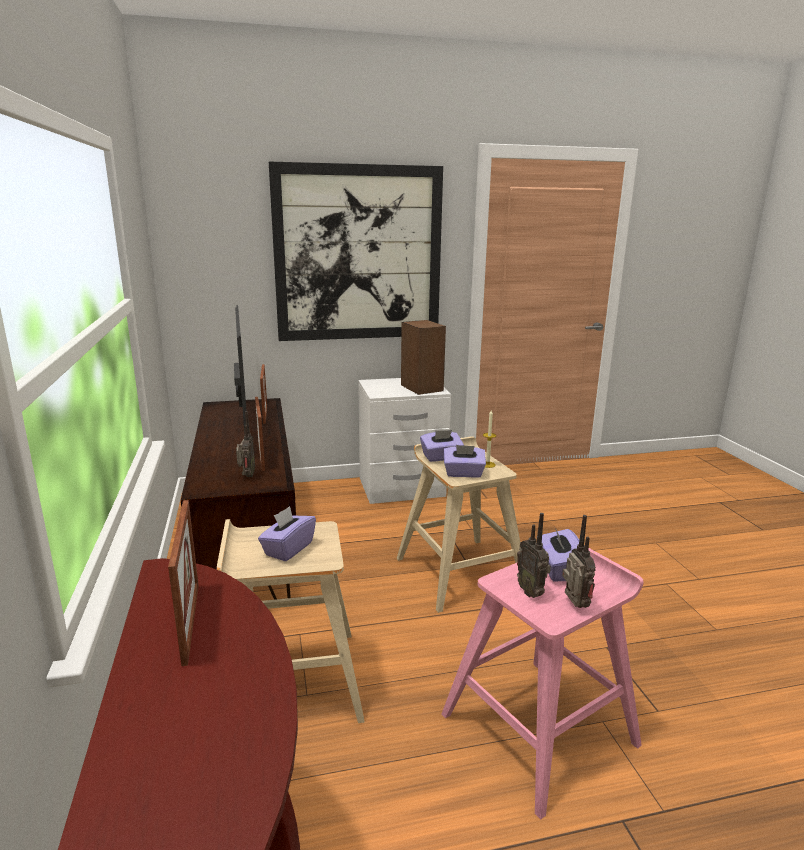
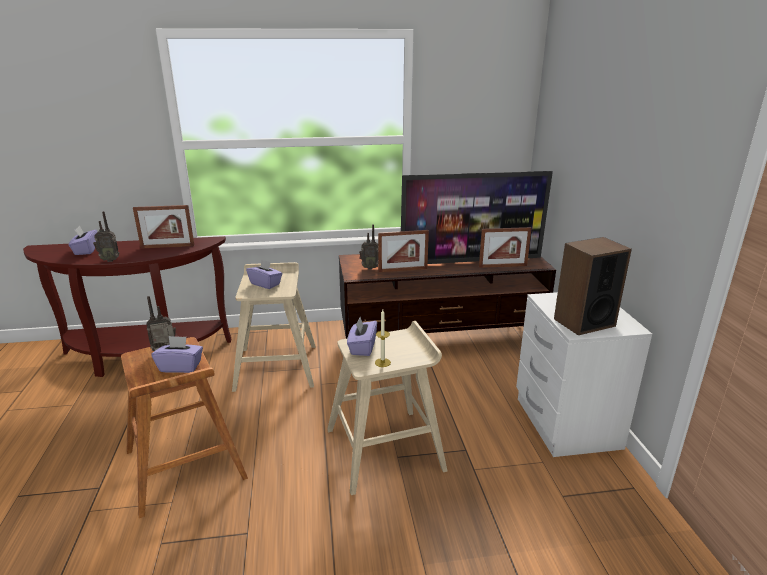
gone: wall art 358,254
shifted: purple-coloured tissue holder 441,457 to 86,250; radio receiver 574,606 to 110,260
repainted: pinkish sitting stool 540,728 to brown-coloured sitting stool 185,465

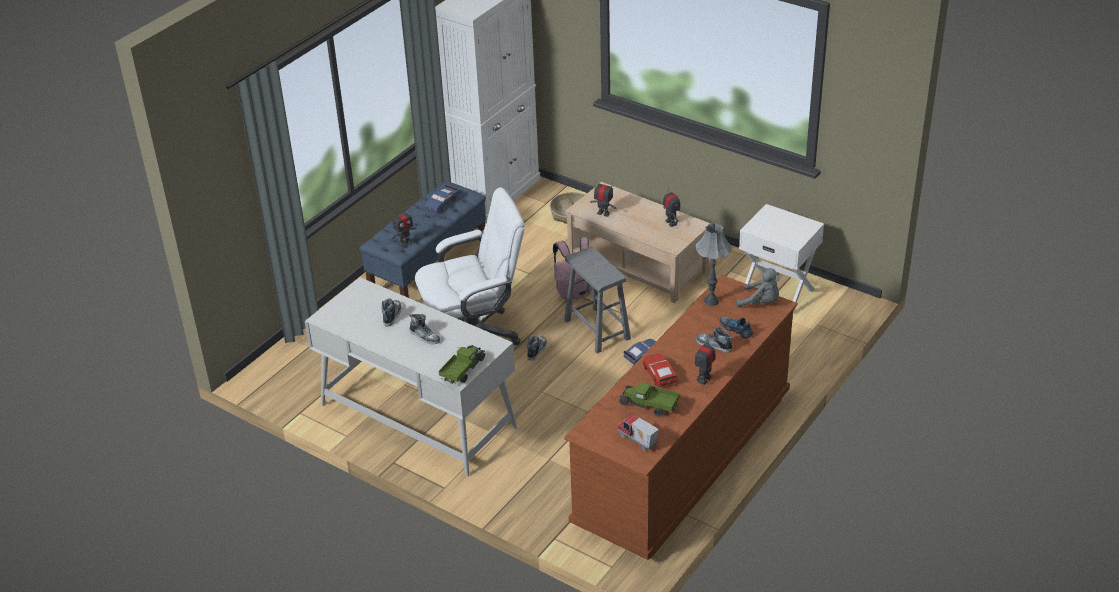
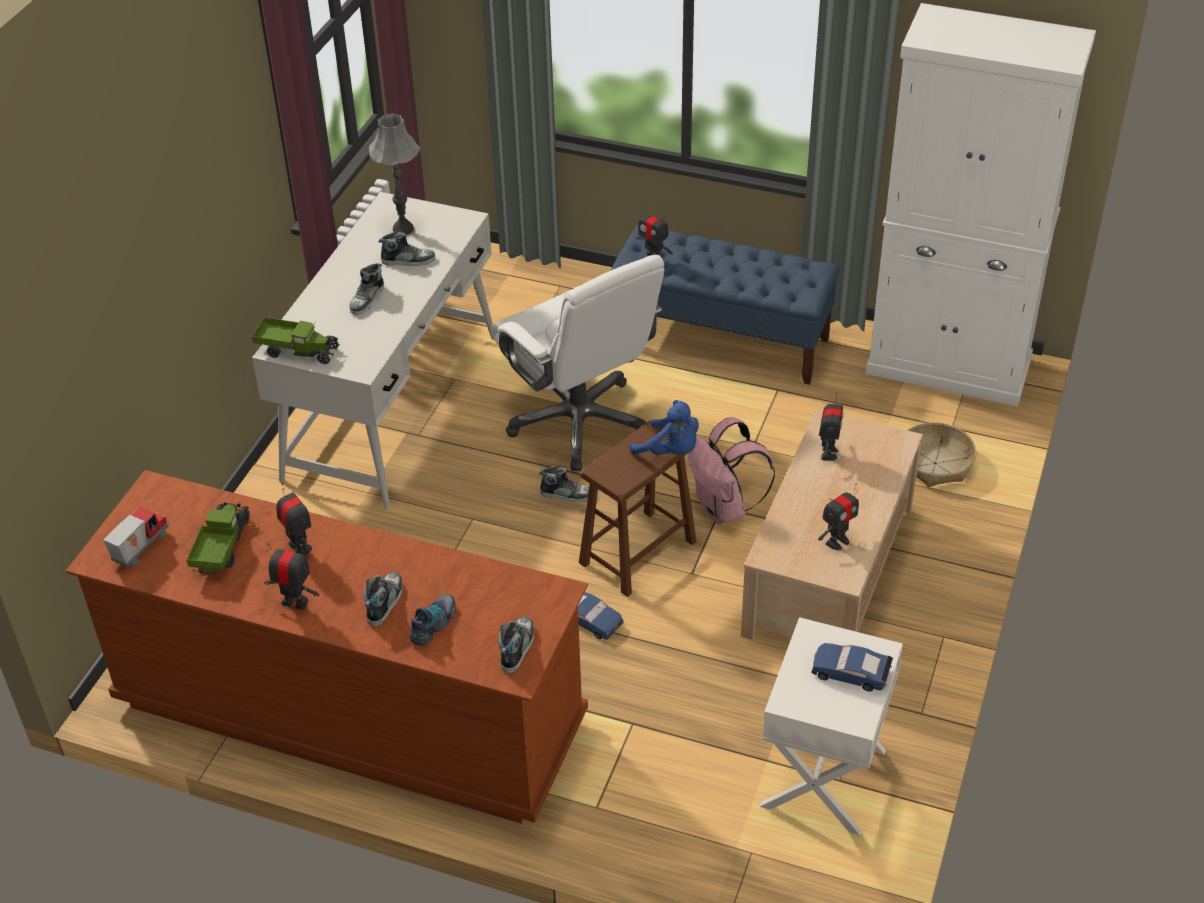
new: blue plush toy 670,451
shifted: blue miniature car 441,203 to 851,672; gray lamp for a table 711,301 to 403,229
swapped: reddish miniature car 659,374 to toy robot 299,548; gray plush toy 761,302 to shoe 517,647
repainted: gray sitting stool 597,329 to brown-coloured sitting stool 638,552

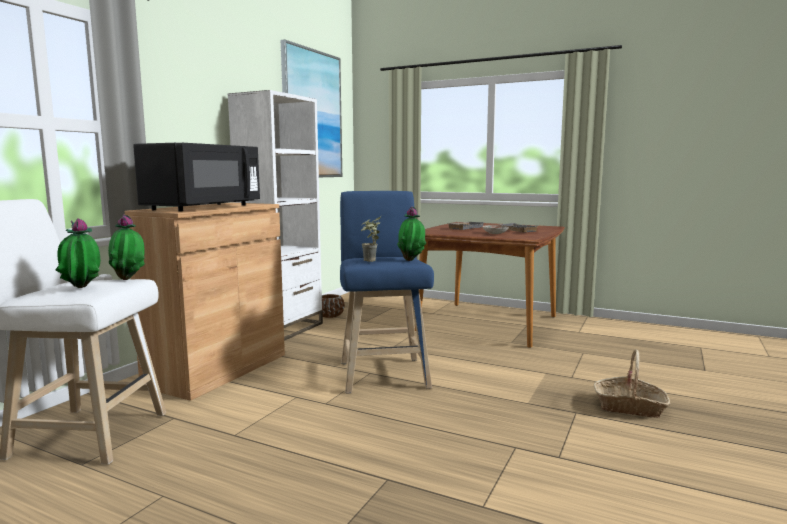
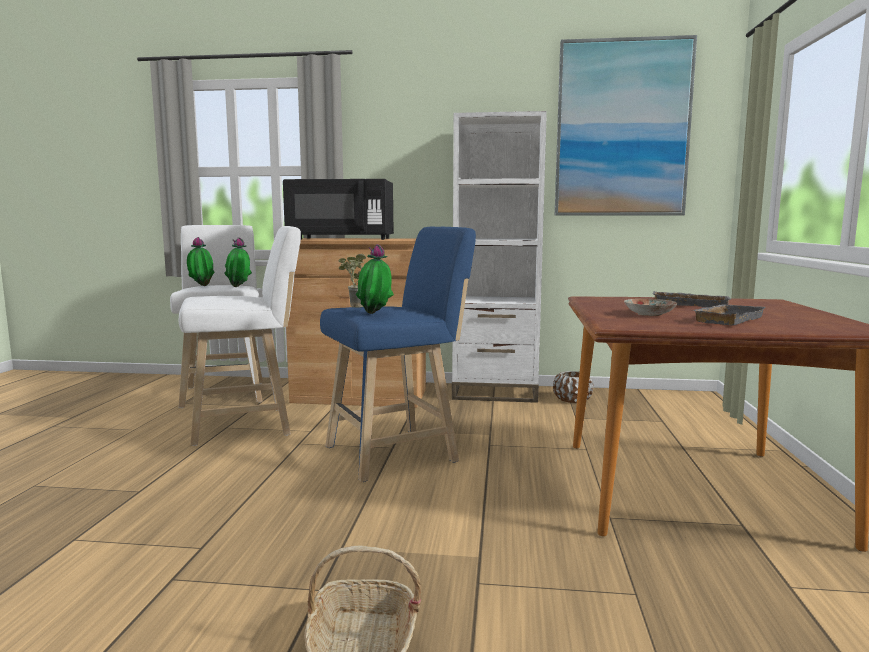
new: white-coloured sitting stool 248,425

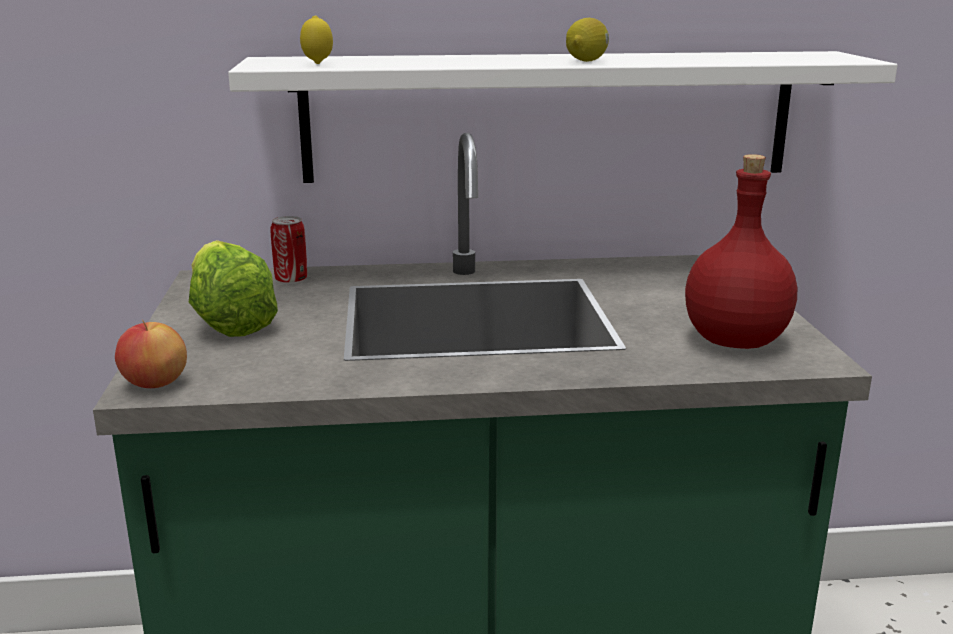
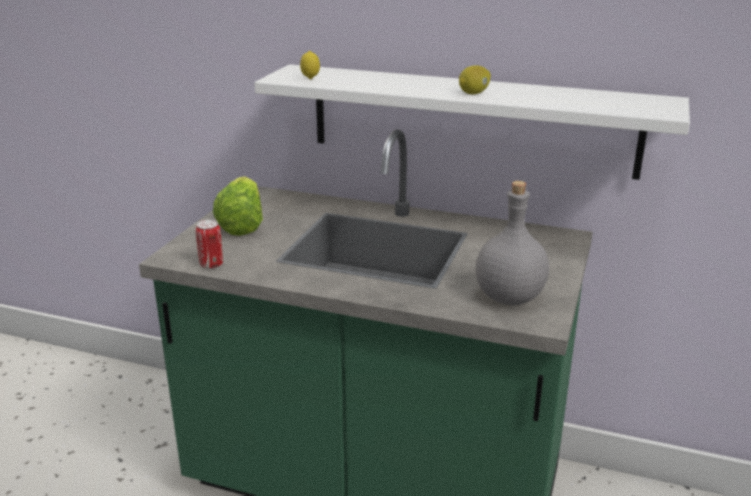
gone: apple 154,384
shifted: metal can 291,280 to 211,265
repainted: reddish drink bottle 733,340 to gray drink bottle 508,297

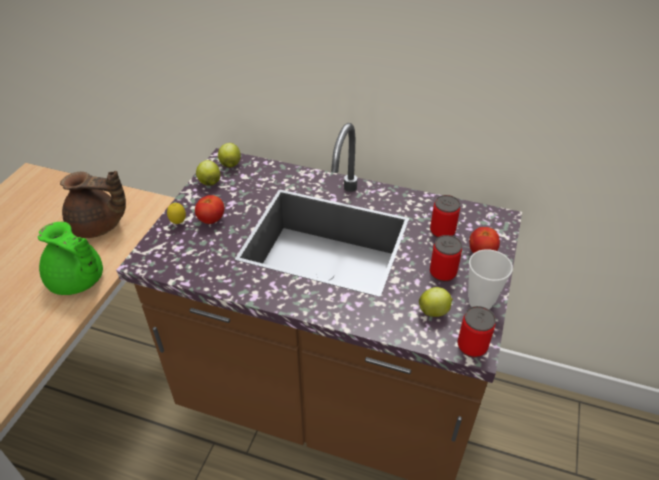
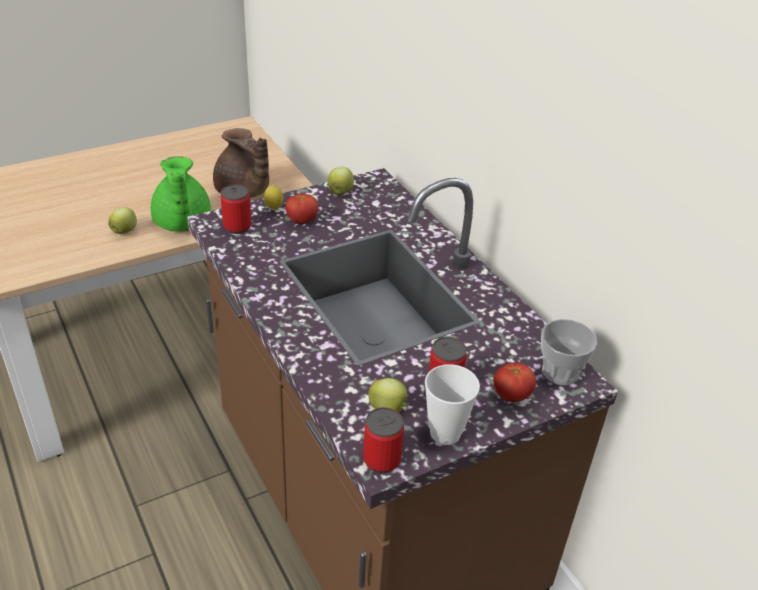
new: cup 560,372
shifted: apple 230,164 to 125,231; metal can 442,231 to 237,227

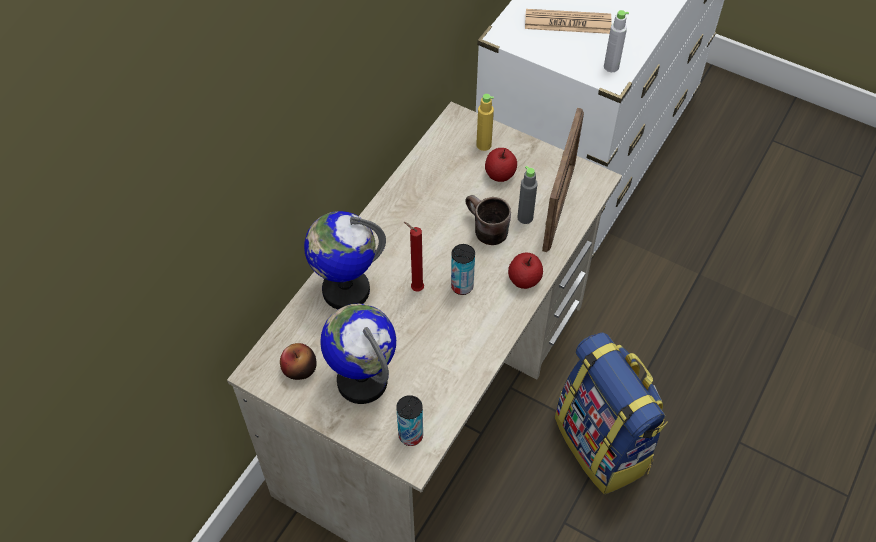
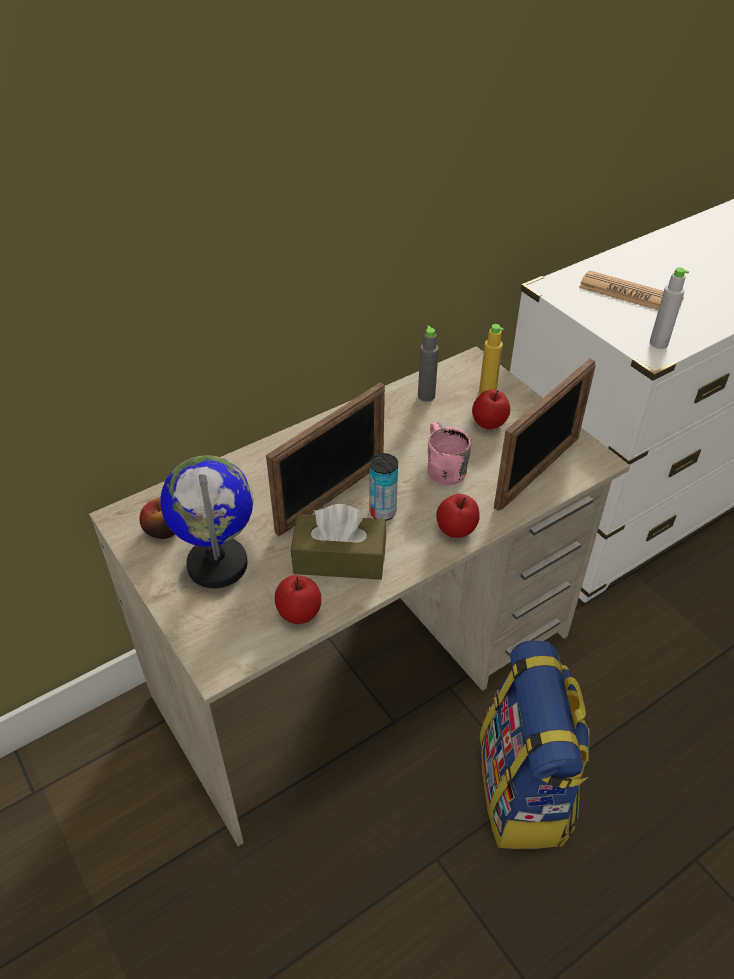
gone: world globe 345,290; metal can 410,435
new: apple 299,612; brown-coloured tissue holder 339,559
shifted: gray drink bottle 525,217 to 426,396
swapped: reddish wax candle 415,288 to photo frame 331,497
repainted: brown-coloured mug 483,230 to pinkish mug 440,467

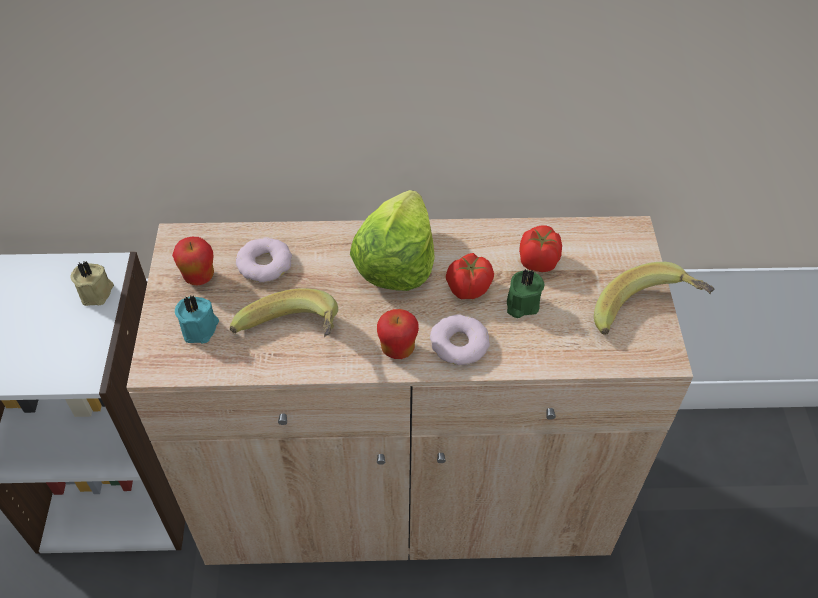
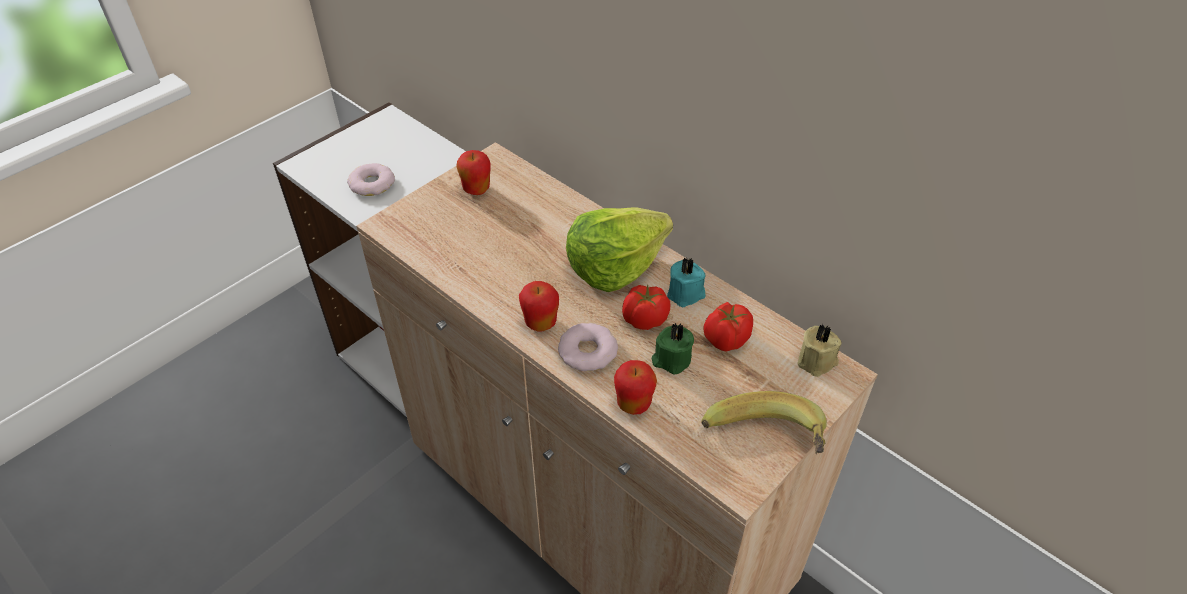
gone: whole banana 291,338
new: apple 634,404
shifted: beige wax candle 97,292 to 817,361; turquoise wax candle 200,328 to 686,294; ring doughnut 265,264 to 372,184

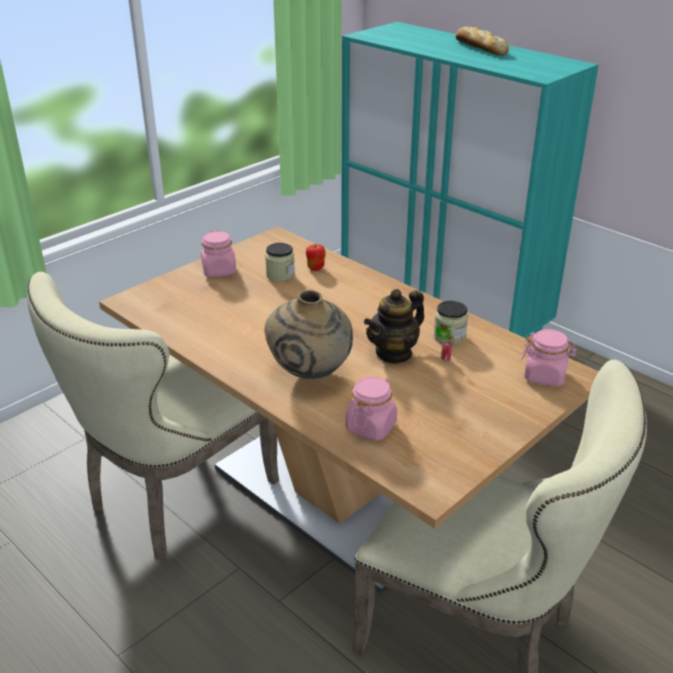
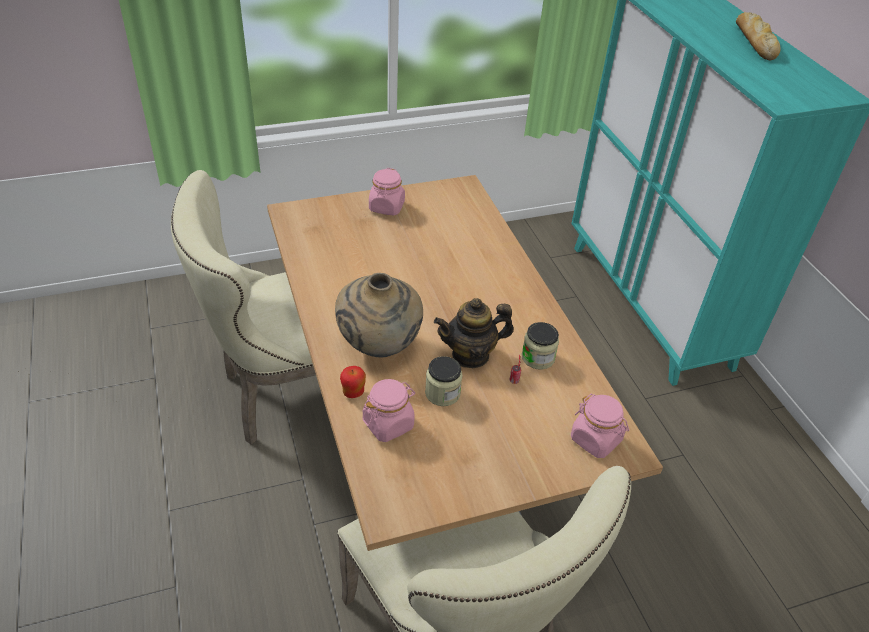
shifted: storage jar 280,275 to 442,393; apple 315,268 to 353,393

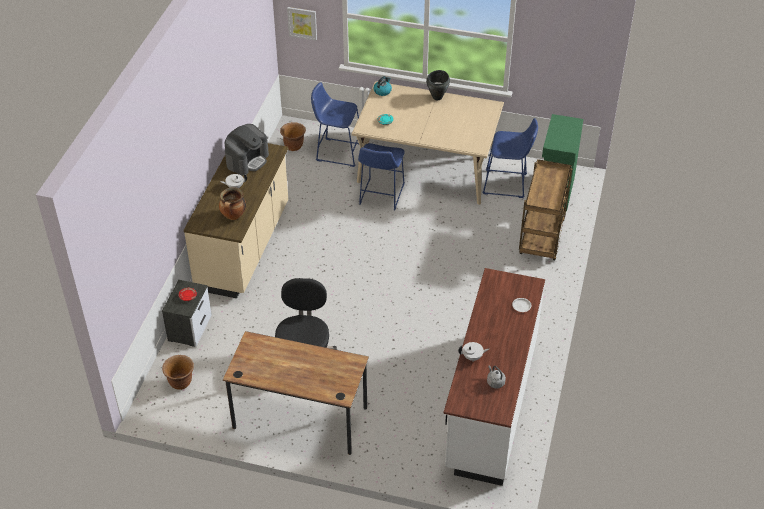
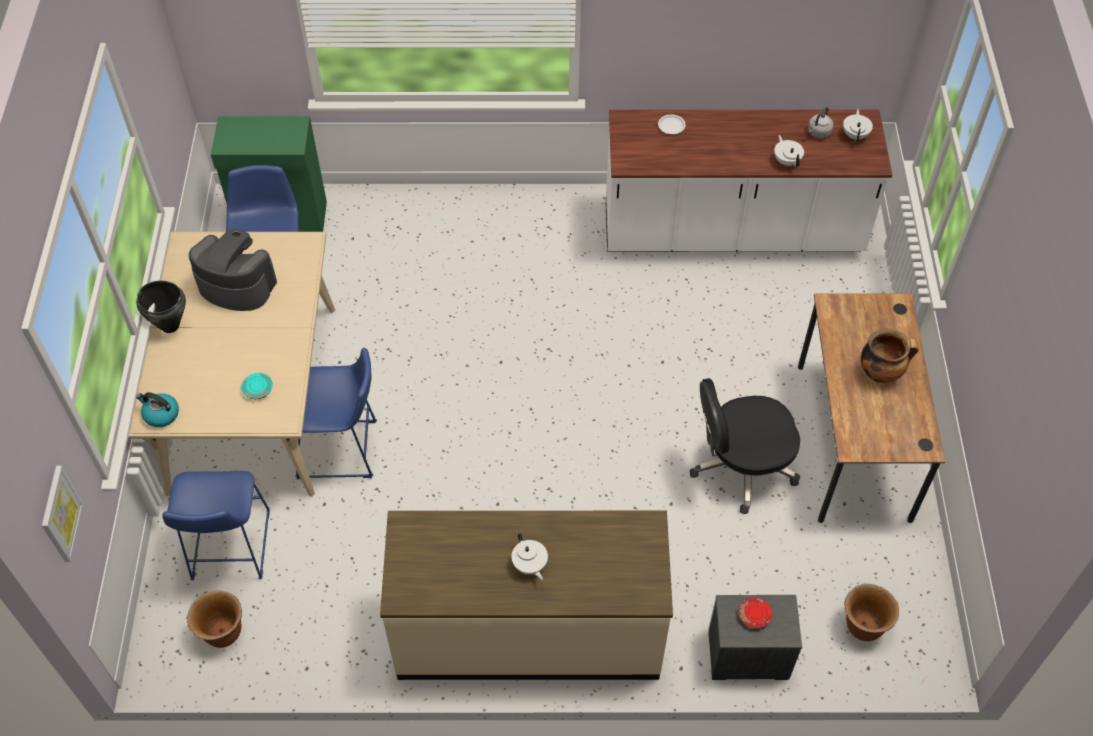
gone: brown-coloured cart 542,239
new: white-coloured pot for tea 855,135
shifted: cooking pot 233,216 to 881,373; coffee machine 247,160 to 236,285

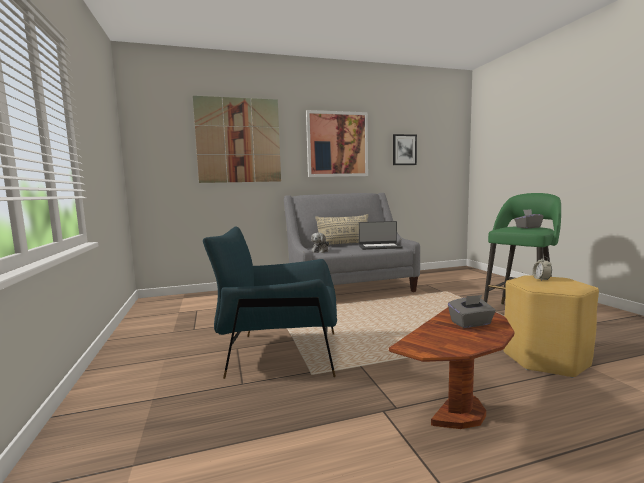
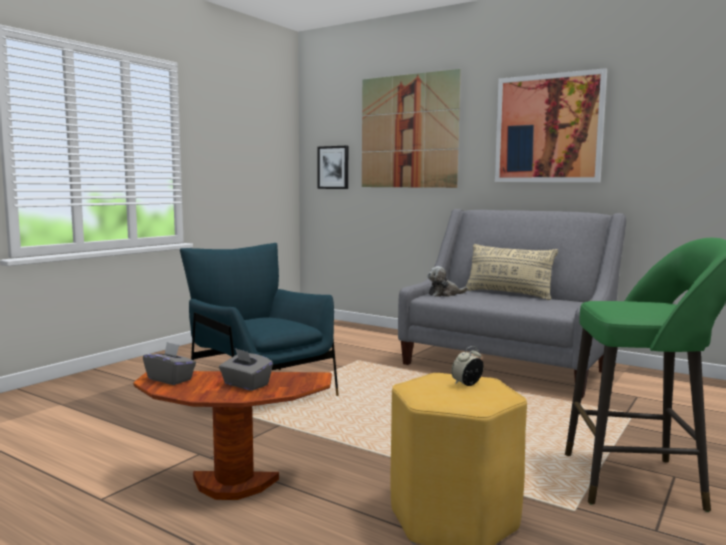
gone: laptop 380,247
shifted: wall art 404,150 to 333,167; gray tissue holder 528,227 to 170,379

